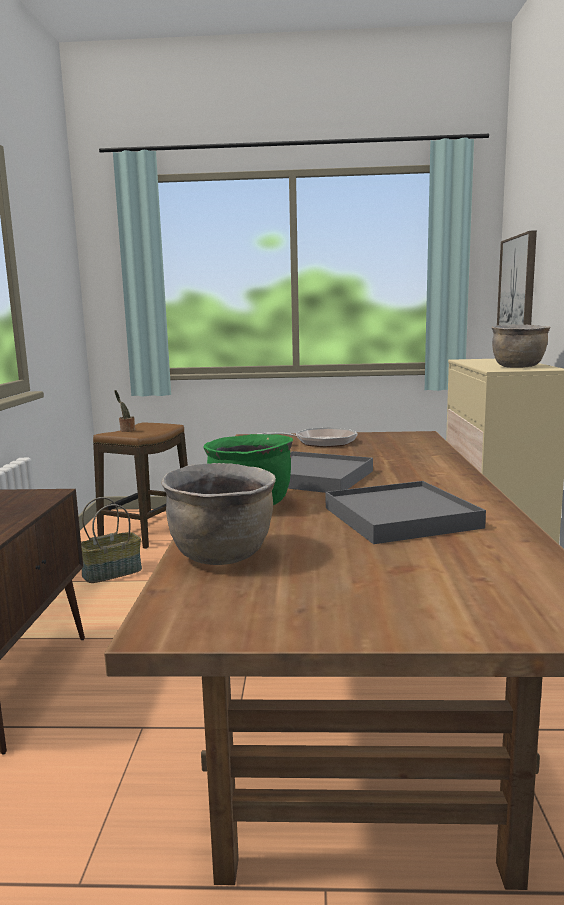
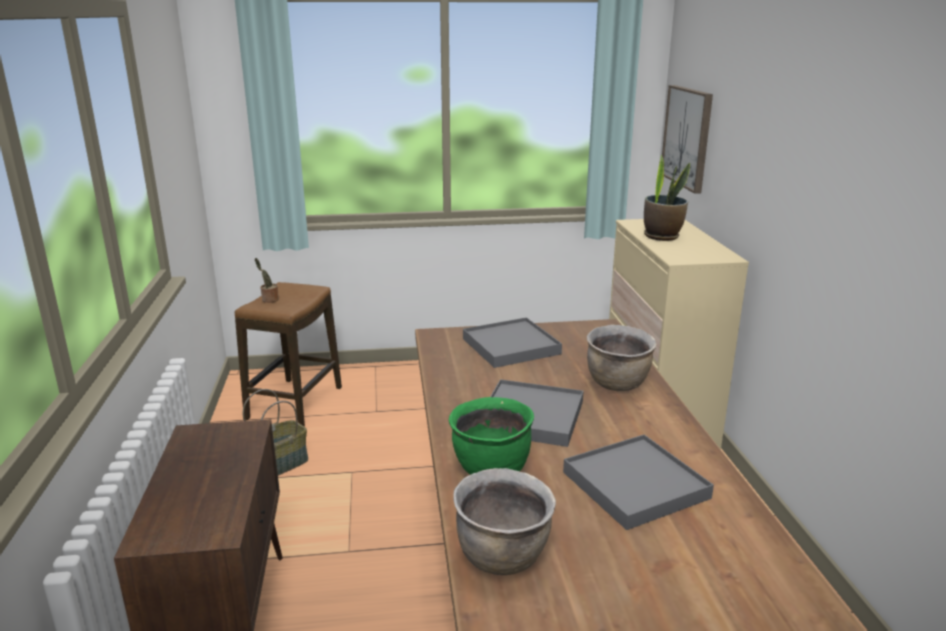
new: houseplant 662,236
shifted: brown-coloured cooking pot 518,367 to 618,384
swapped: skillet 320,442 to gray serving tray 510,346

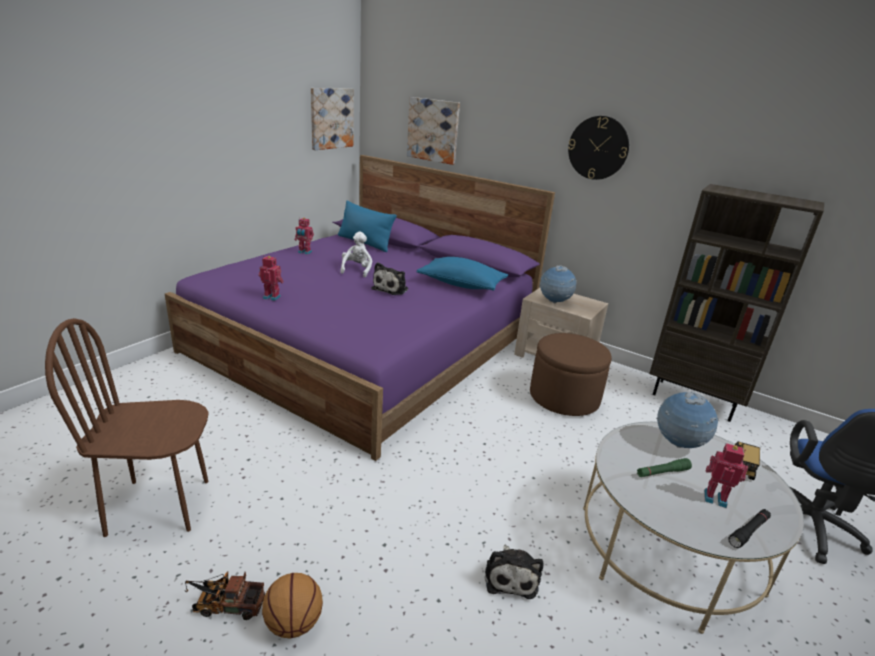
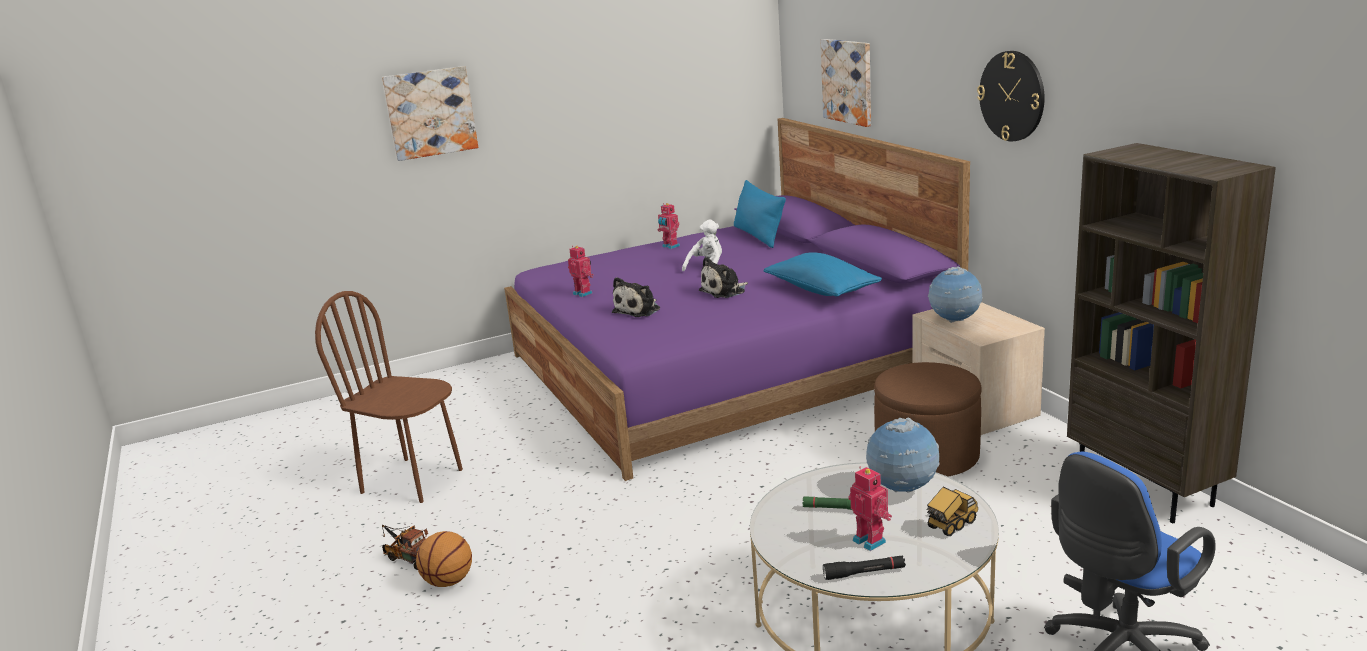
shifted: wall art 331,118 to 430,113; plush toy 511,576 to 639,310

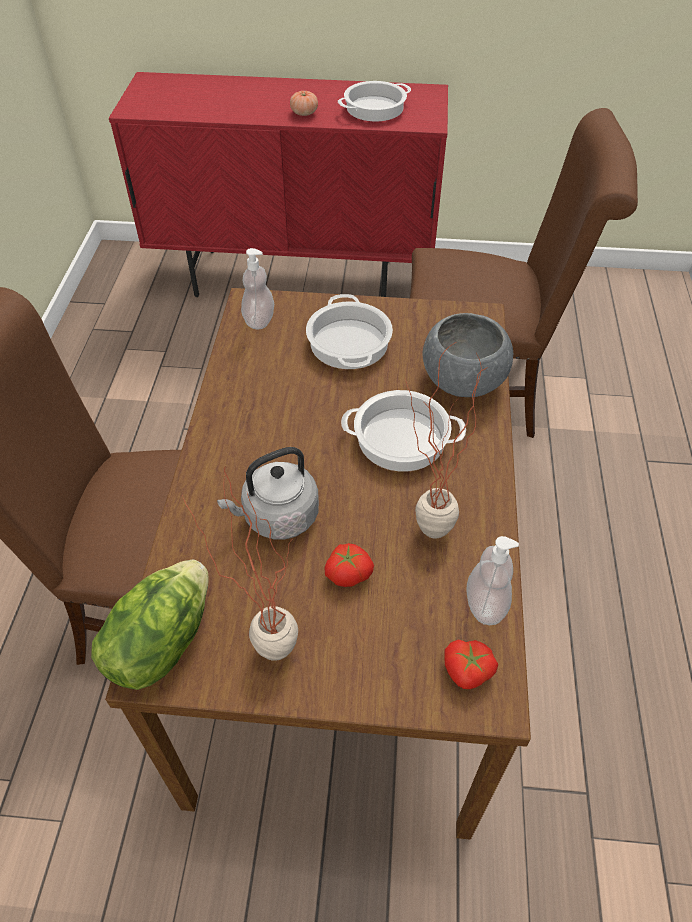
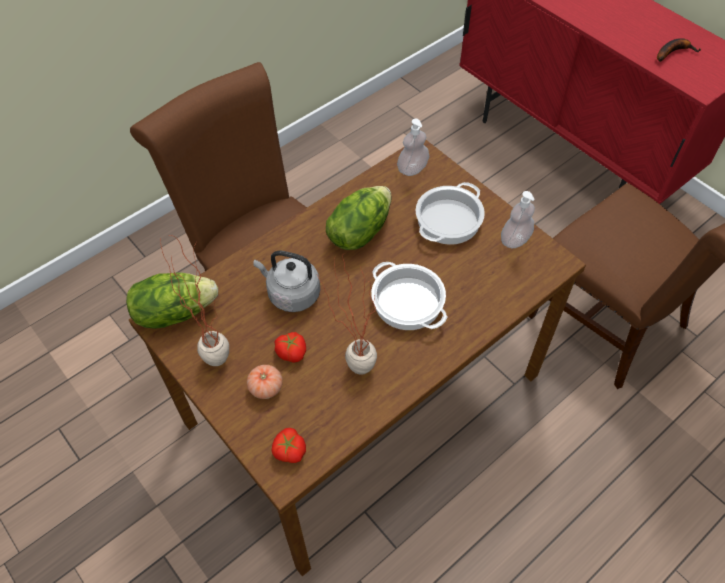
gone: gray deep dish 462,380
new: head of lettuce 359,231
shifted: tomato 304,113 to 266,387; liquid soap bottle 485,604 to 515,240
swapped: cooking pot 375,108 to whole banana 673,52

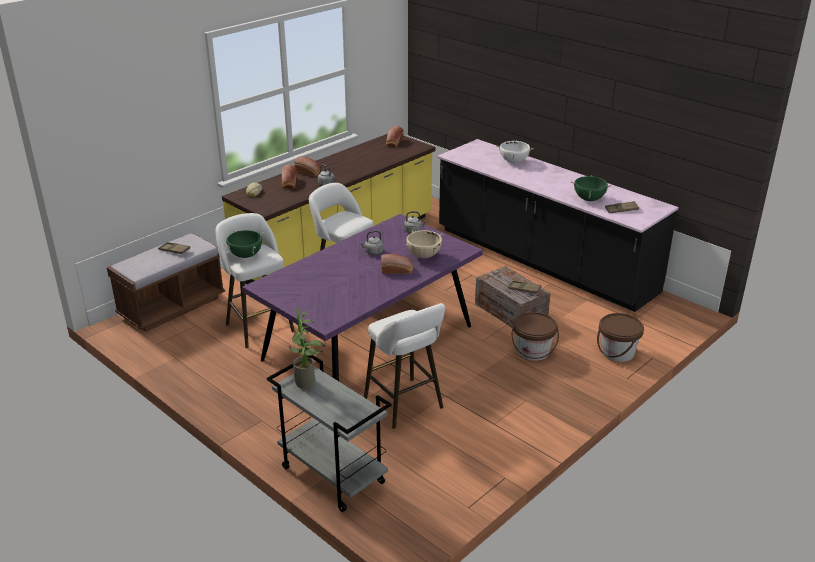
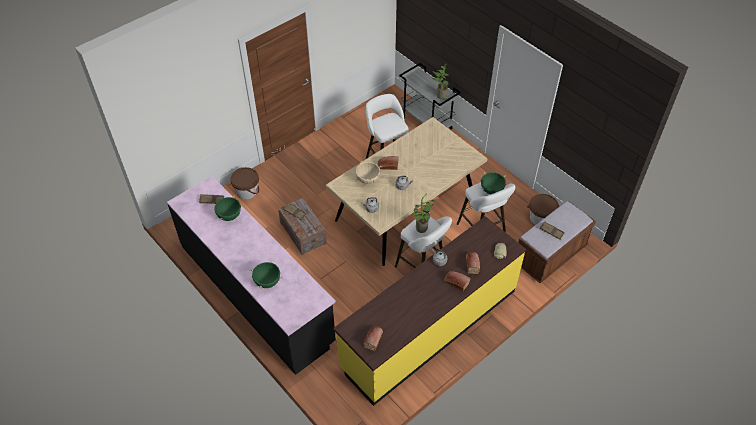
new: houseplant 422,230
shifted: brown-coloured bucket 532,351 to 540,218
repainted: purple-coloured kitchen table 368,343 to beige kitchen table 406,209; white-coloured cooking pot 513,162 to greenish cooking pot 267,282

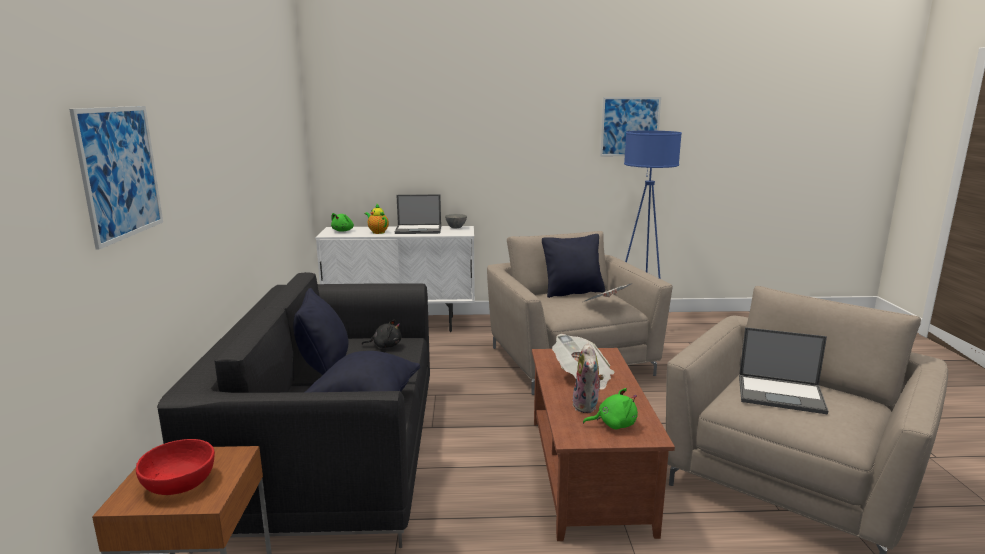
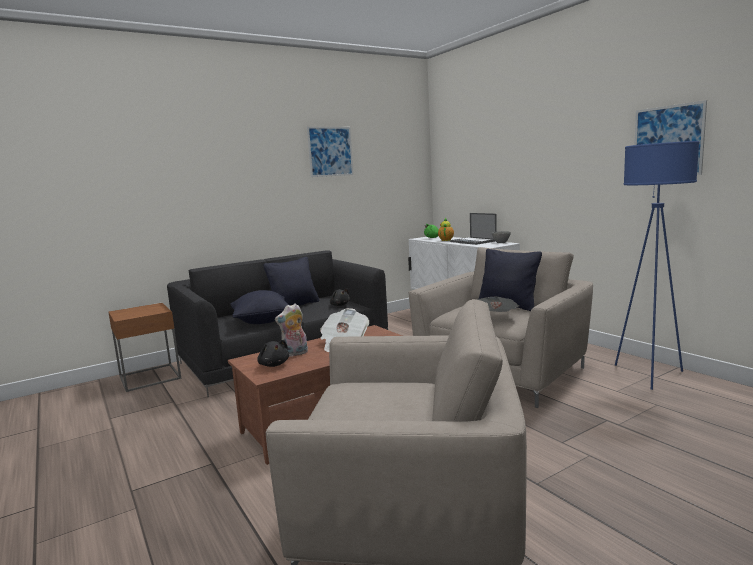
gone: reddish deep dish 180,482; laptop 781,394
shifted: wall art 120,172 to 330,151
repainted: greenish plush toy 613,424 to blackish plush toy 274,364

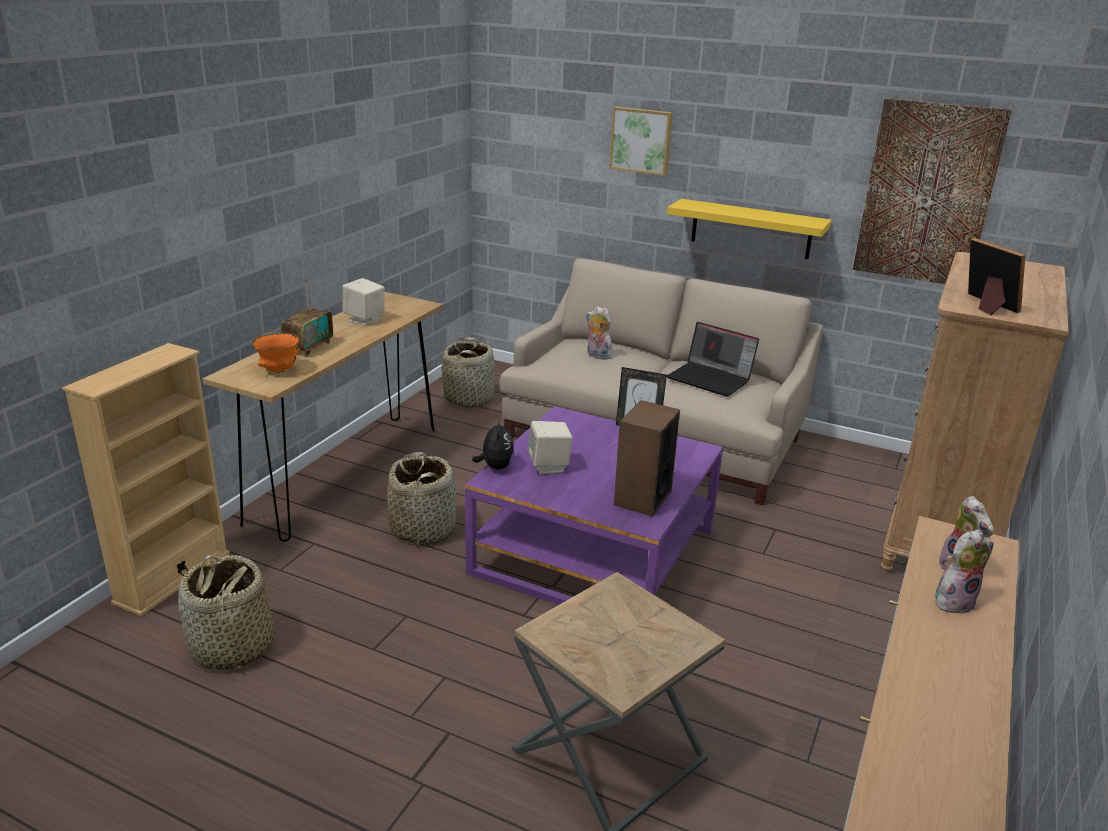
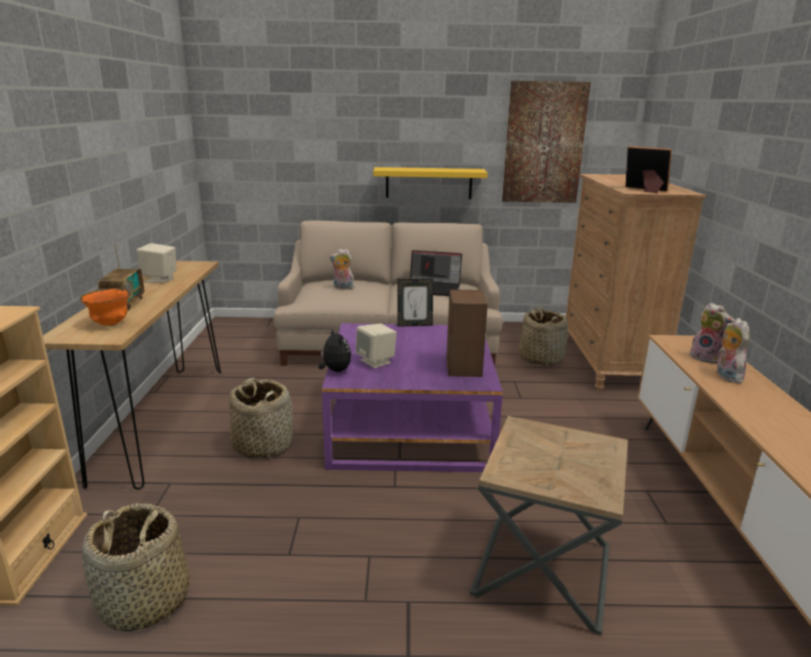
gone: wall art 641,140
shifted: storage basket 469,398 to 540,358
rotated: plush toy 954,601 = 725,376 45 degrees counterclockwise

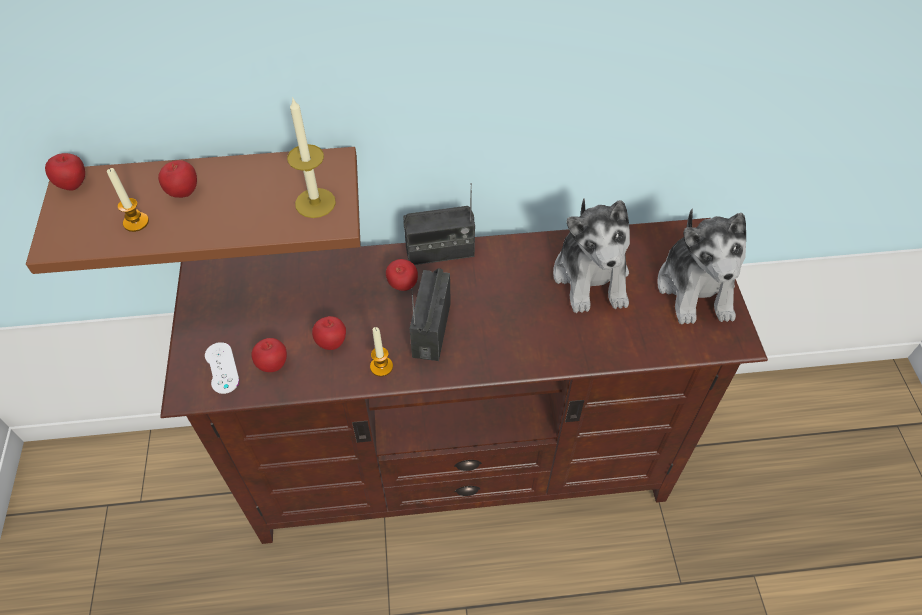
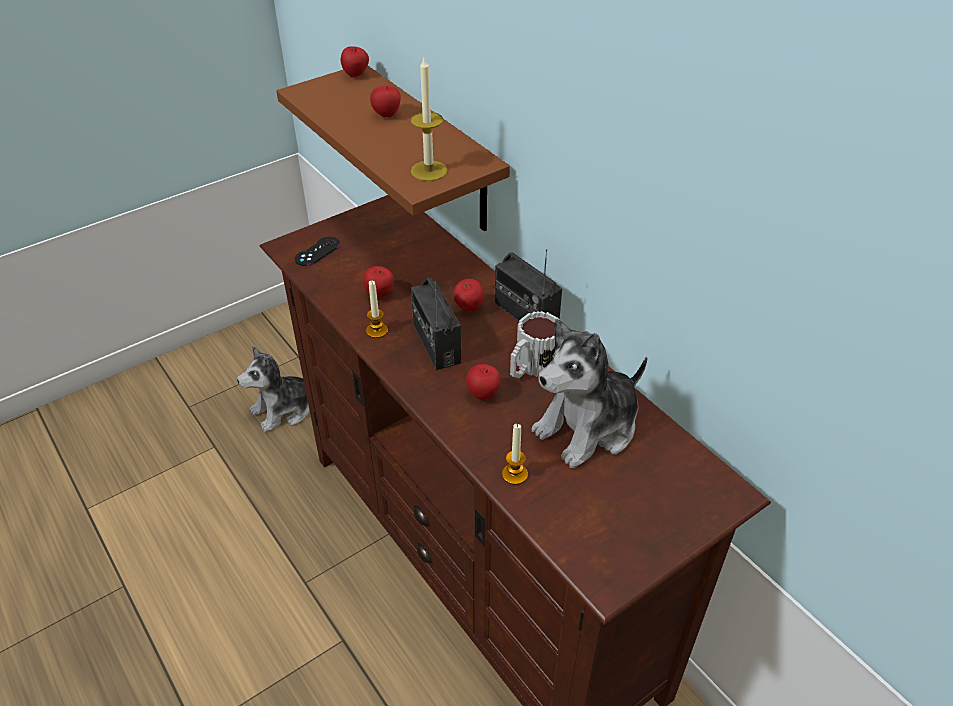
new: mug 531,366
shifted: wax candle 136,222 to 514,474; apple 273,365 to 483,394; plush toy 696,288 to 284,409
repainted: white-coloured game controller 222,368 to blackish game controller 317,251
rotated: radio receiver 431,330 = 436,344 90 degrees counterclockwise

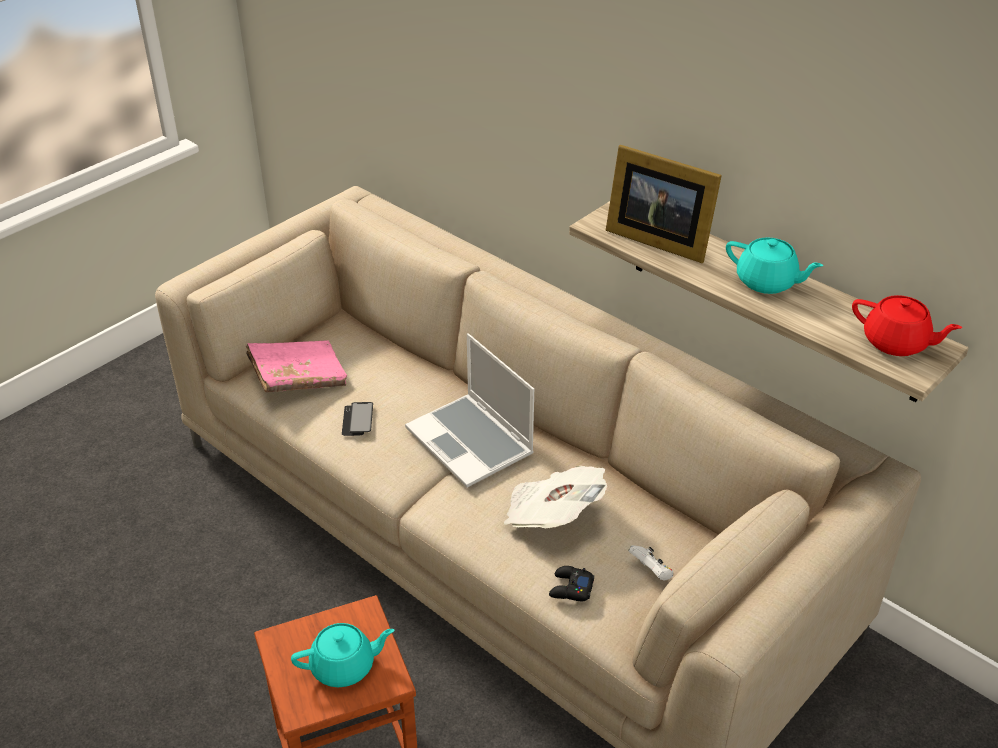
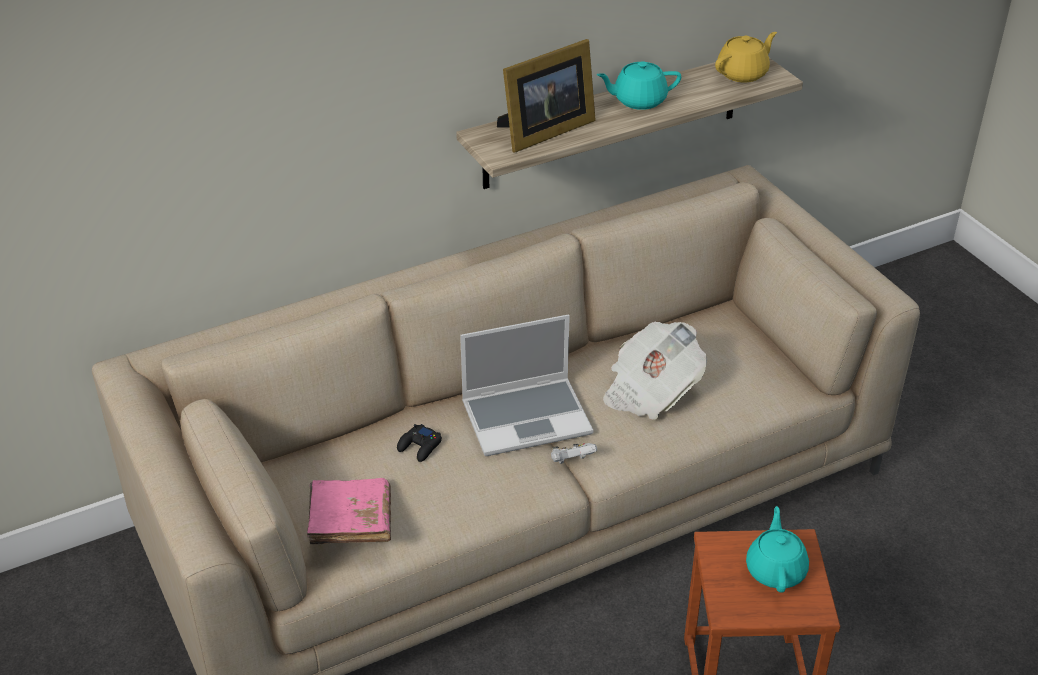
gone: handset 357,420
shifted: blackish game controller 570,588 to 420,447; white-coloured game controller 651,572 to 571,461
repainted: reddish pot for tea 896,343 to yellow pot for tea 743,73
rotated: turquoise pot for tea 767,282 = 638,100 150 degrees counterclockwise

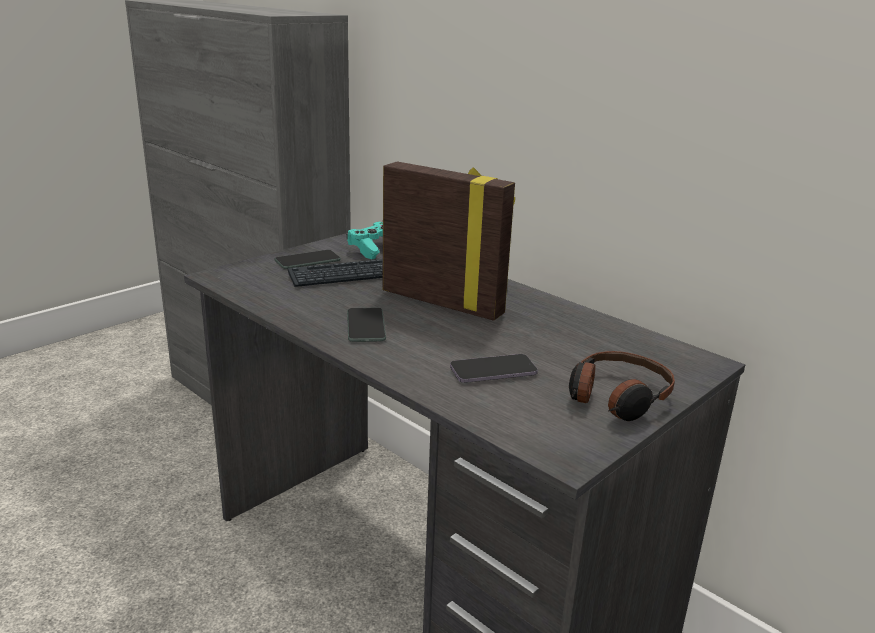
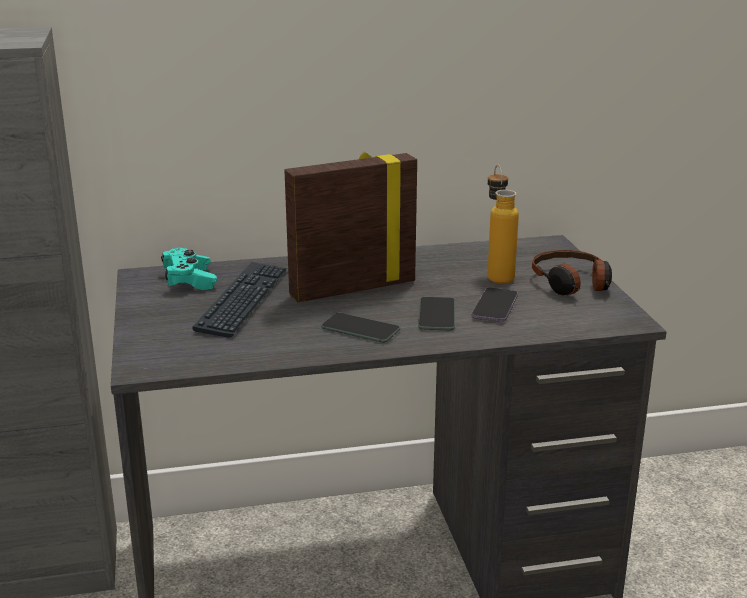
new: drink bottle 497,274
shifted: handset 307,260 to 436,315

